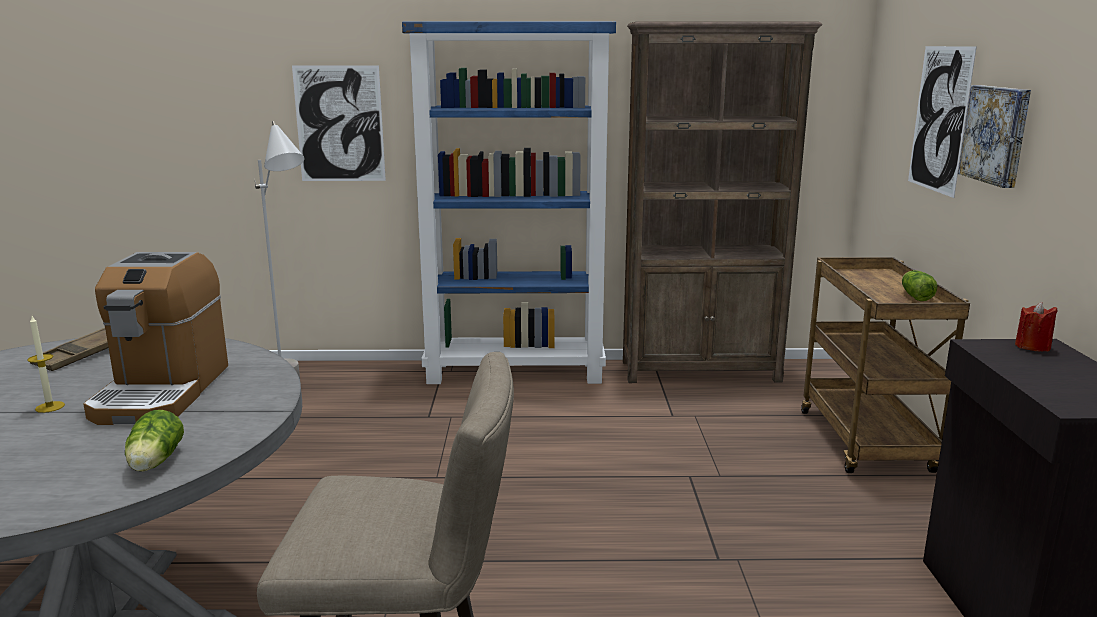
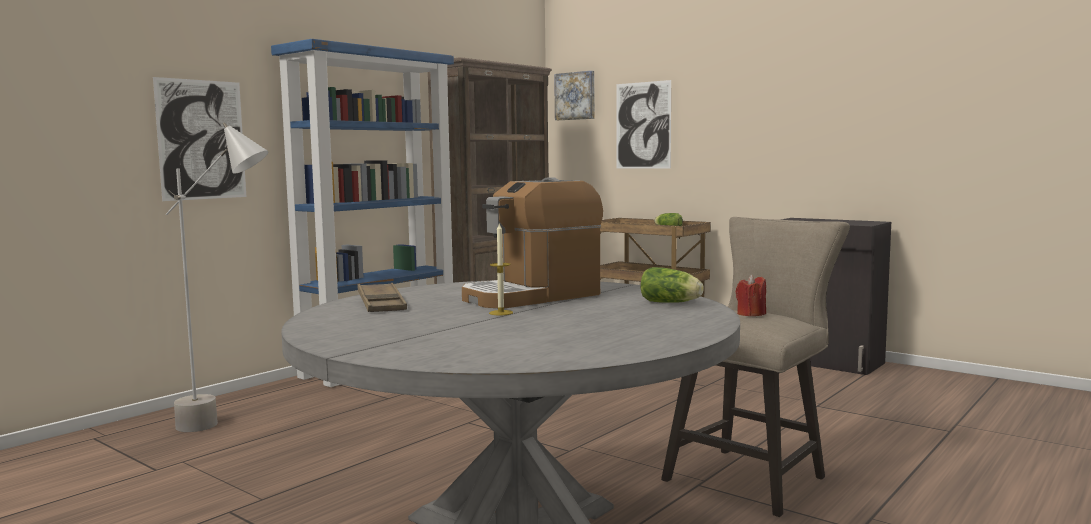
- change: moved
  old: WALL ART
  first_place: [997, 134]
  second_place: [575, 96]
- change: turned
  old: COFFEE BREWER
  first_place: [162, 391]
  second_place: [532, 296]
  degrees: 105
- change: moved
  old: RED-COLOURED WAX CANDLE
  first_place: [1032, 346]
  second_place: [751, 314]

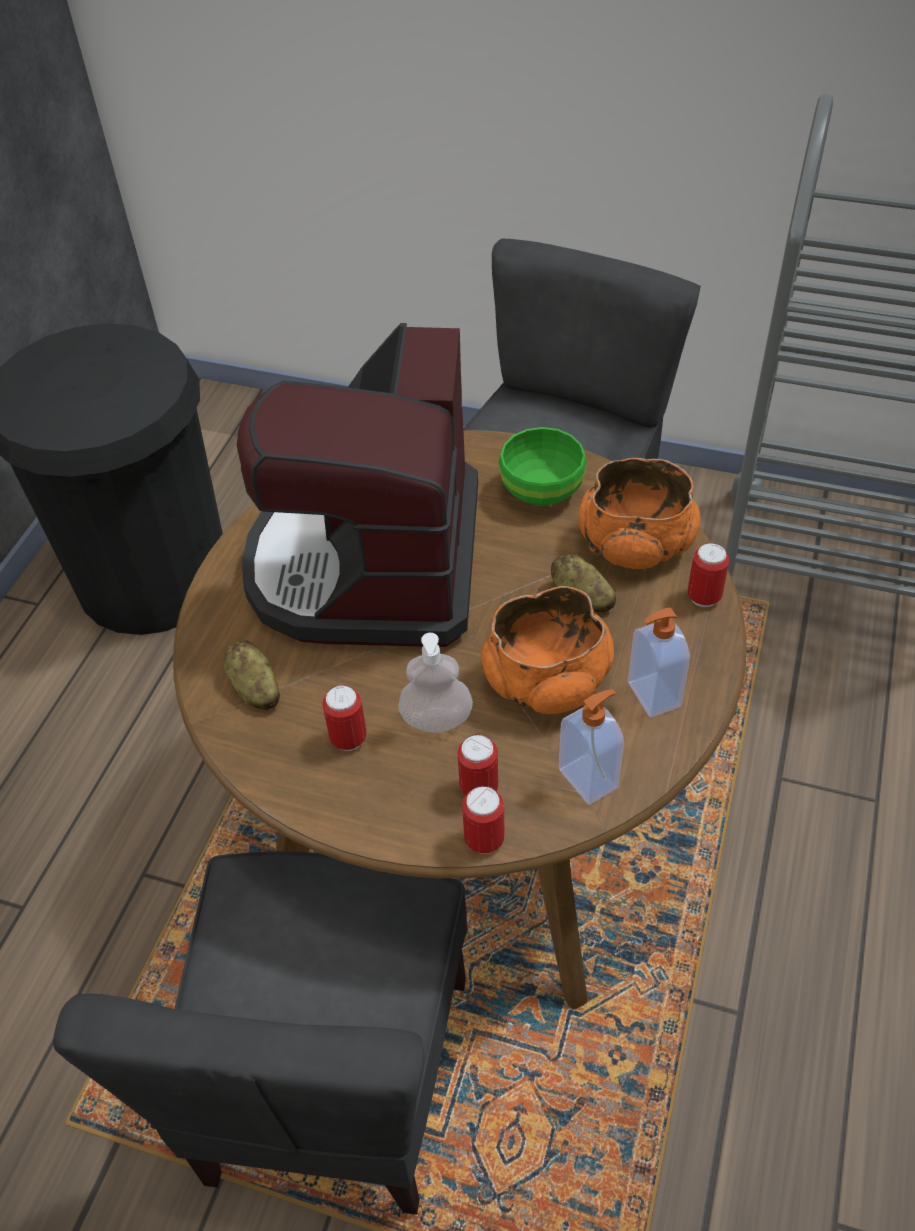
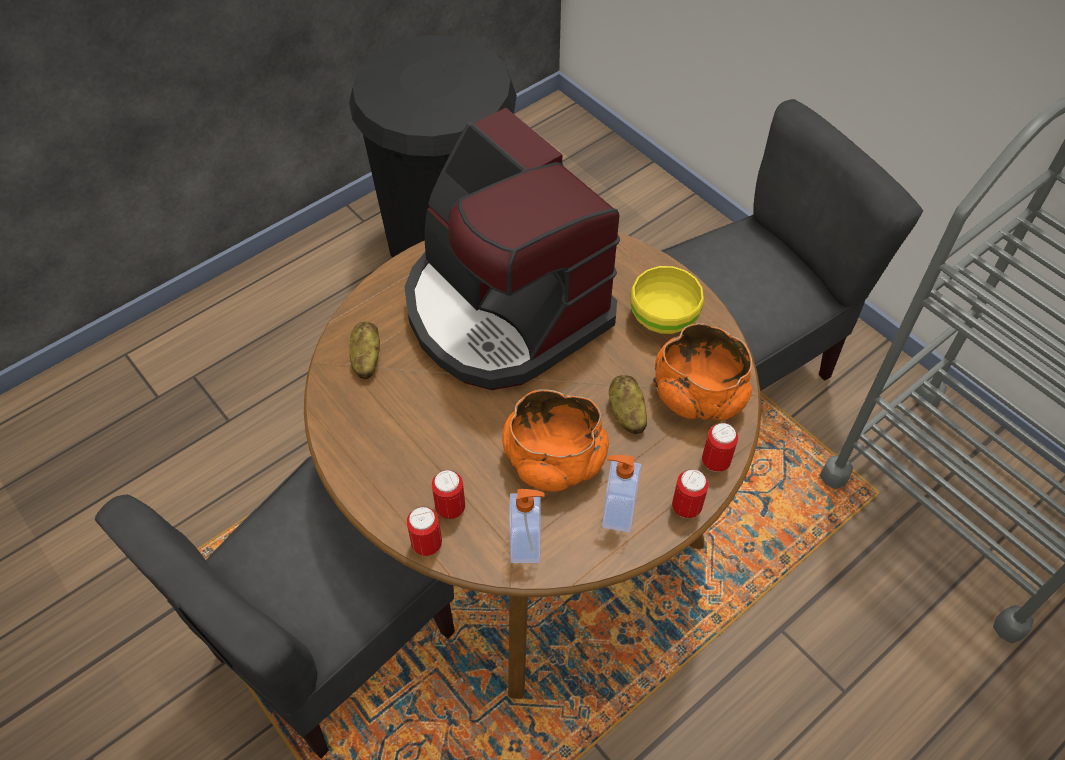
- change: turned
  old: COFFEE BREWER
  first_place: [370, 563]
  second_place: [503, 310]
  degrees: -75
- change: recoloured
  old: GREEN-COLOURED BOWL
  new: YELLOWISH BOWL
  first_place: [540, 492]
  second_place: [662, 319]
- change: removed
  old: SOAP DISPENSER
  first_place: [436, 719]
- change: moved
  old: METAL CAN
  first_place: [348, 739]
  second_place: [686, 508]

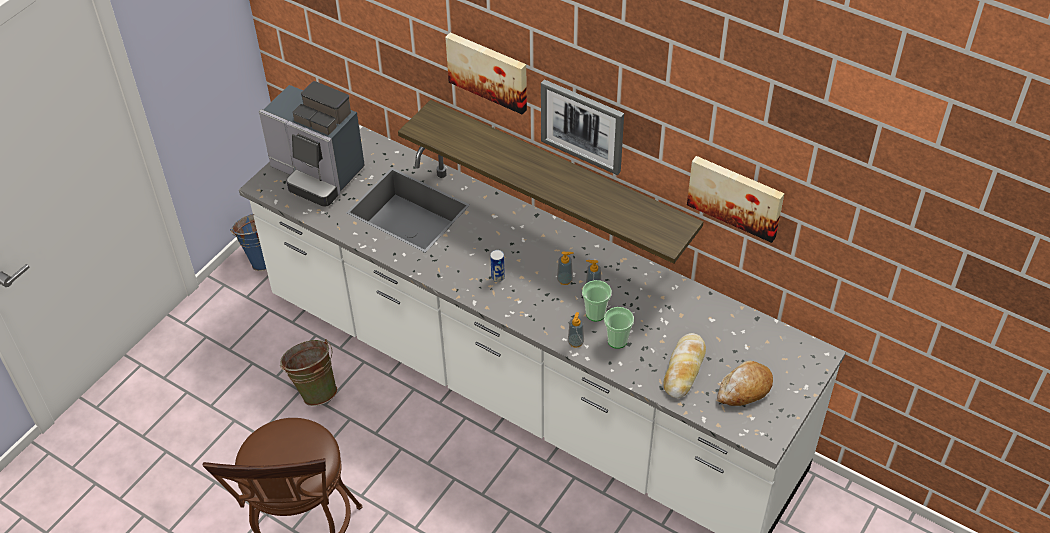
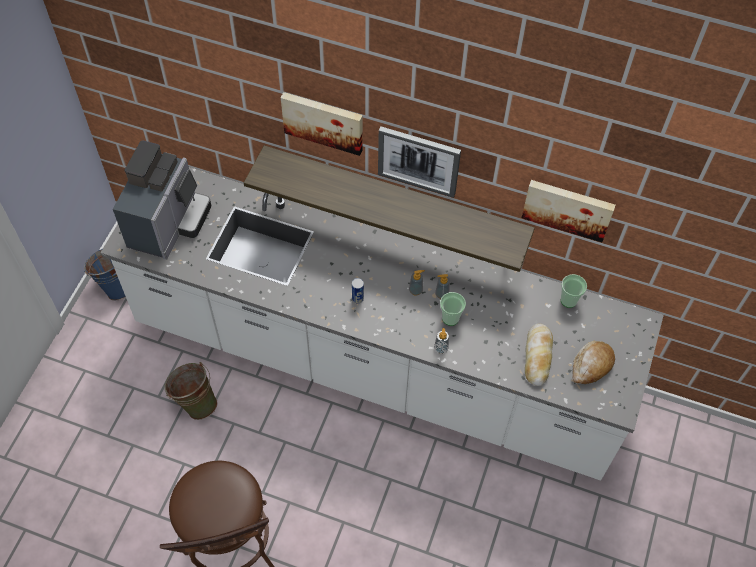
- change: turned
  old: COFFEE BREWER
  first_place: [318, 173]
  second_place: [169, 223]
  degrees: -90
- change: moved
  old: CUP
  first_place: [617, 340]
  second_place: [568, 300]

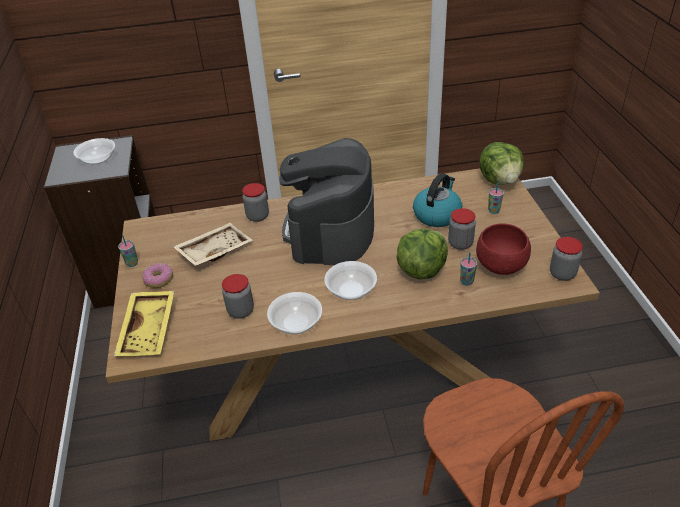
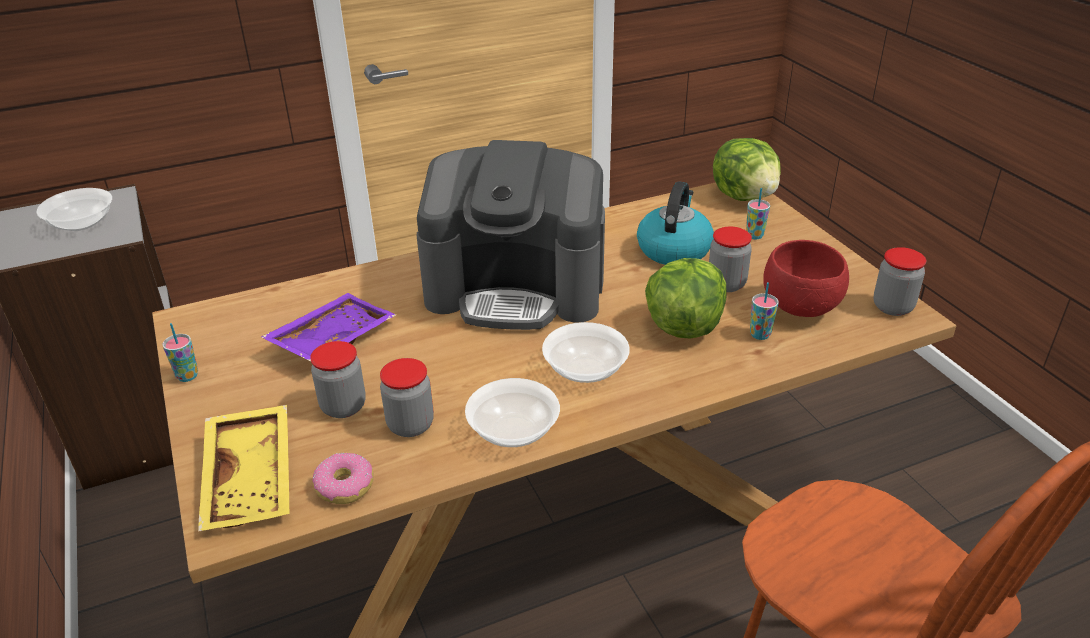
- change: turned
  old: COFFEE BREWER
  first_place: [330, 230]
  second_place: [517, 287]
  degrees: -75
- change: moved
  old: STORAGE JAR
  first_place: [257, 216]
  second_place: [343, 406]
- change: recoloured
  old: BEIGE-COLOURED CARRYING TRAY
  new: PURPLE CARRYING TRAY
  first_place: [214, 250]
  second_place: [331, 339]
- change: moved
  old: RING DOUGHNUT
  first_place: [158, 279]
  second_place: [344, 486]

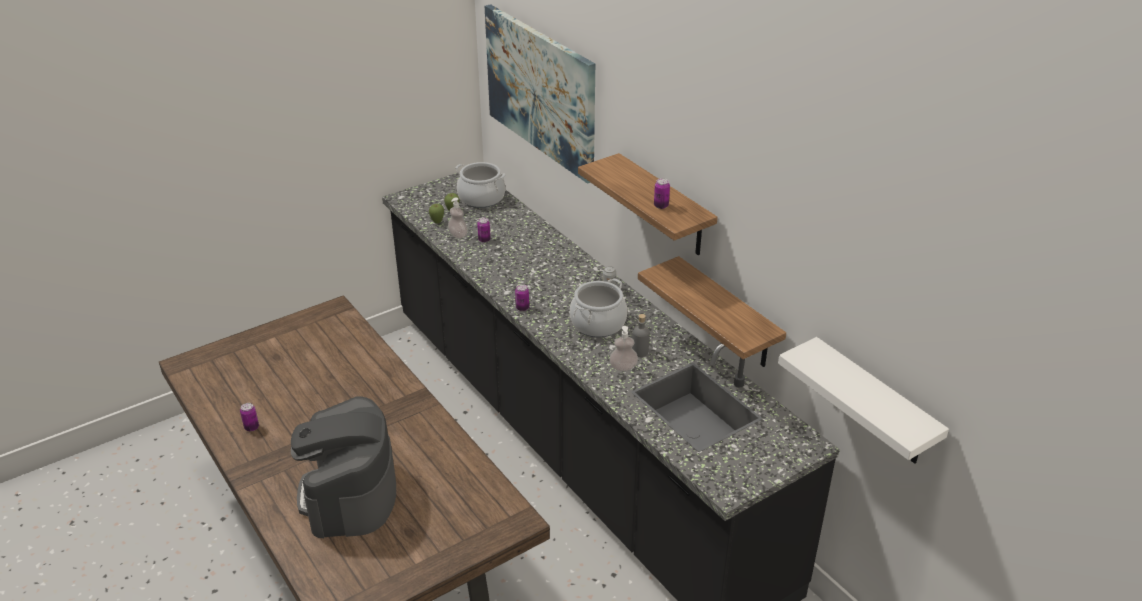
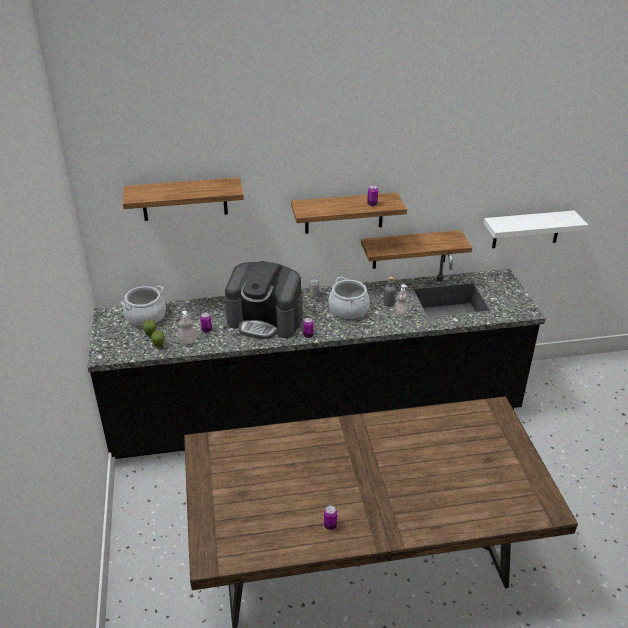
- change: replaced
  old: WALL ART
  new: SHELF
  first_place: [541, 90]
  second_place: [184, 199]
- change: moved
  old: COFFEE BREWER
  first_place: [349, 494]
  second_place: [265, 320]

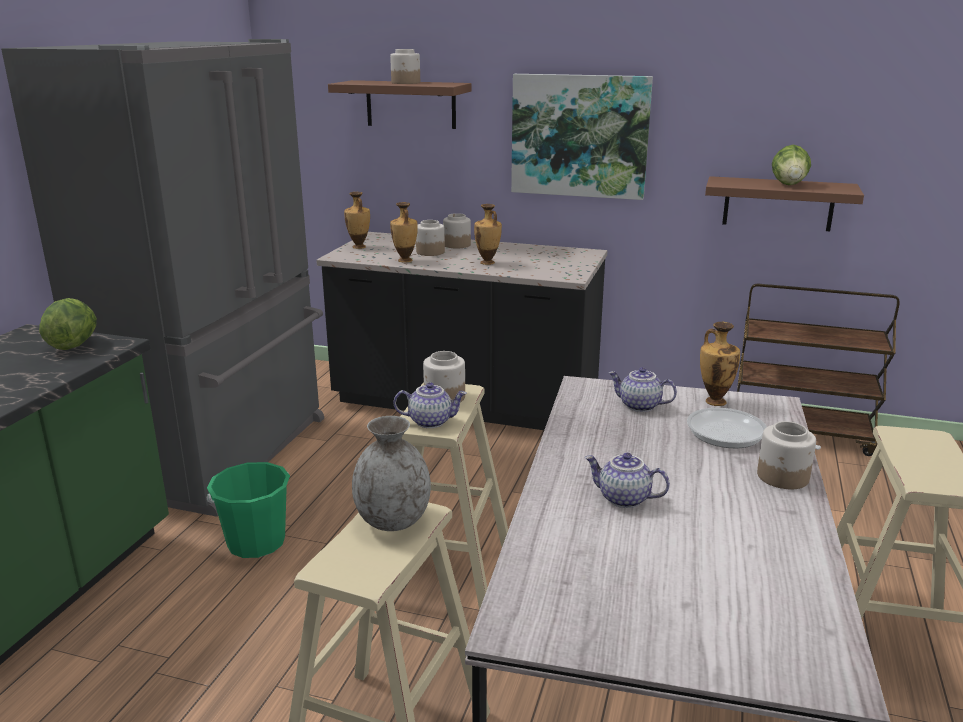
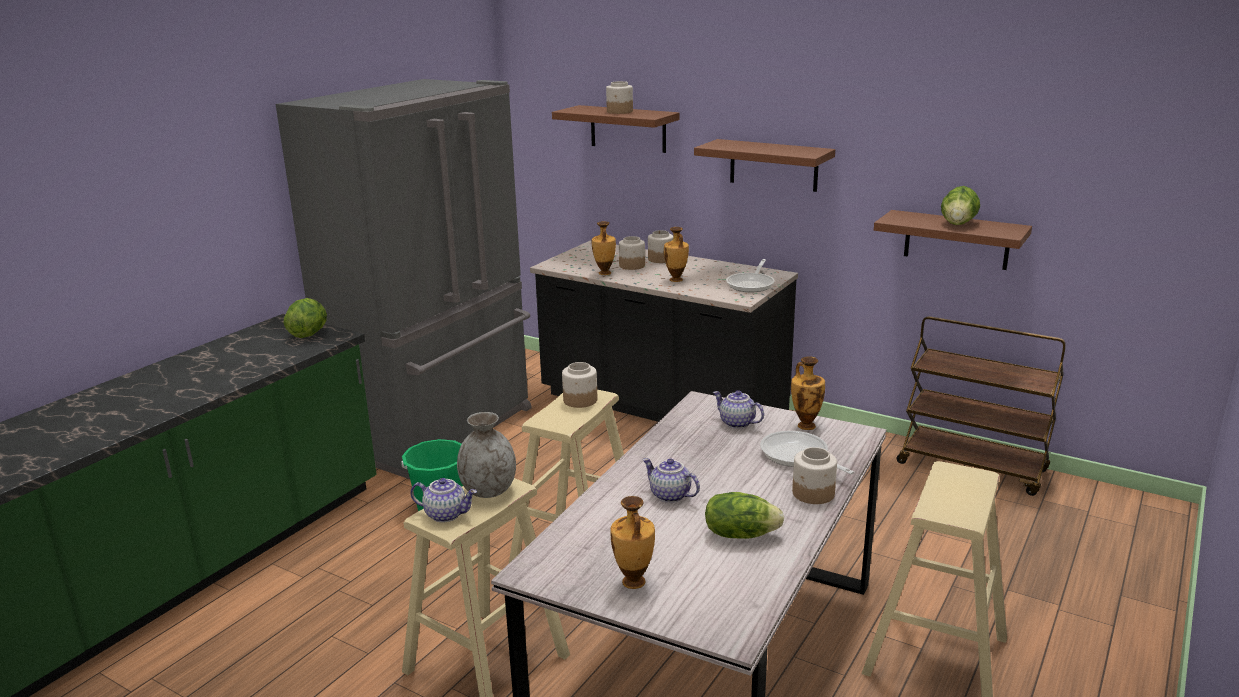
- change: replaced
  old: WALL ART
  new: BROWNISH SHELF
  first_place: [579, 136]
  second_place: [773, 165]
- change: moved
  old: DECORATIVE VASE
  first_place: [359, 247]
  second_place: [633, 583]
- change: moved
  old: POT FOR TEA
  first_place: [431, 421]
  second_place: [446, 514]
- change: added
  new: FRYING PAN
  second_place: [751, 284]
- change: added
  new: HEAD OF LETTUCE
  second_place: [740, 534]

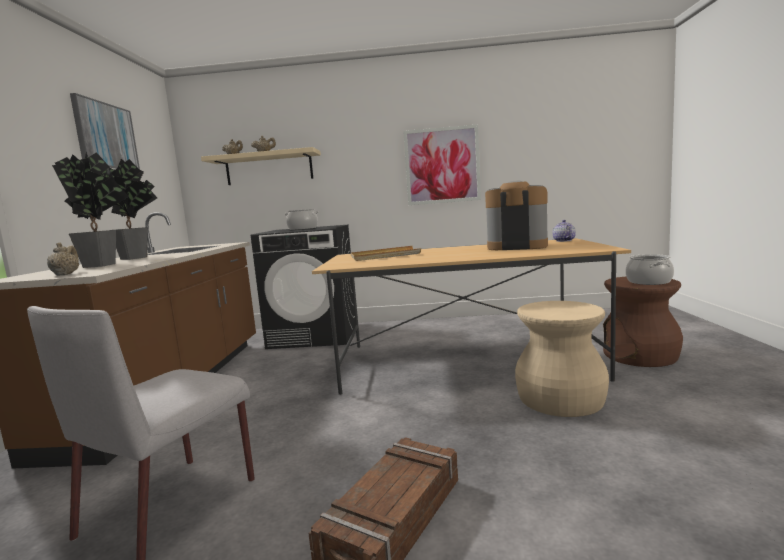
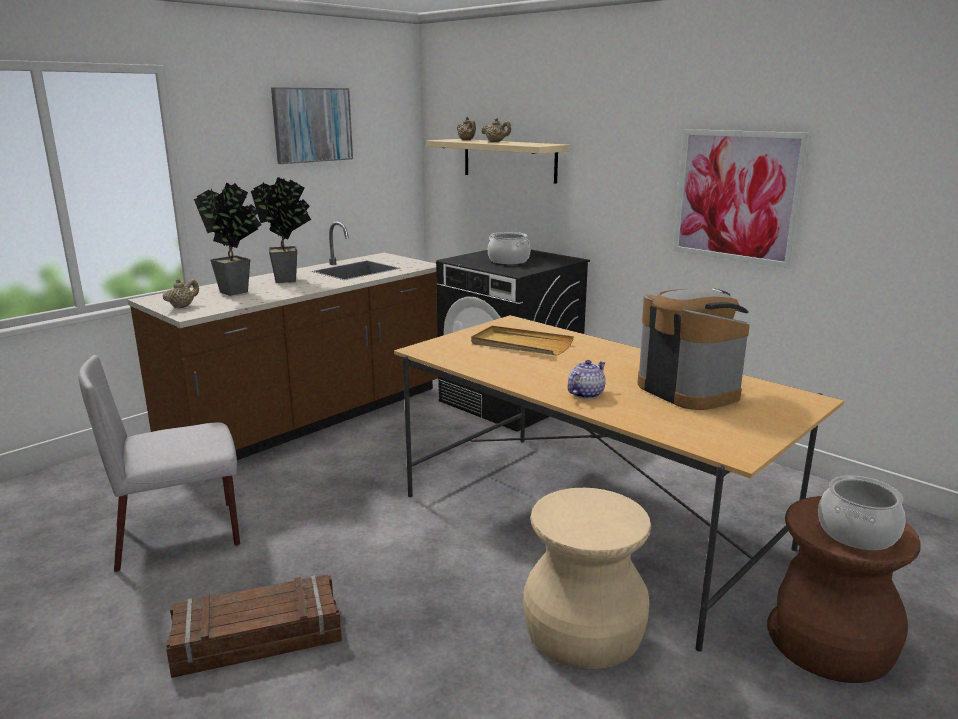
- change: moved
  old: POT FOR TEA
  first_place: [563, 241]
  second_place: [585, 394]

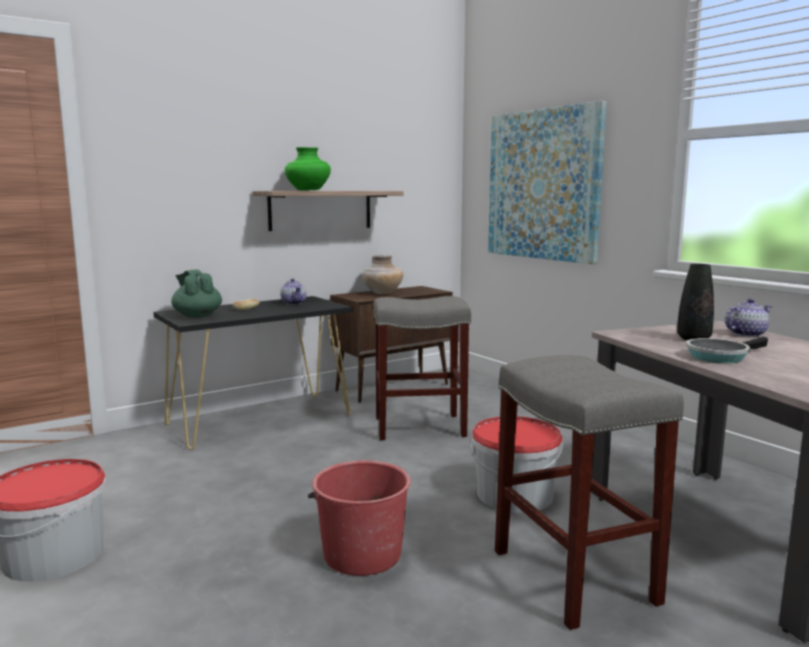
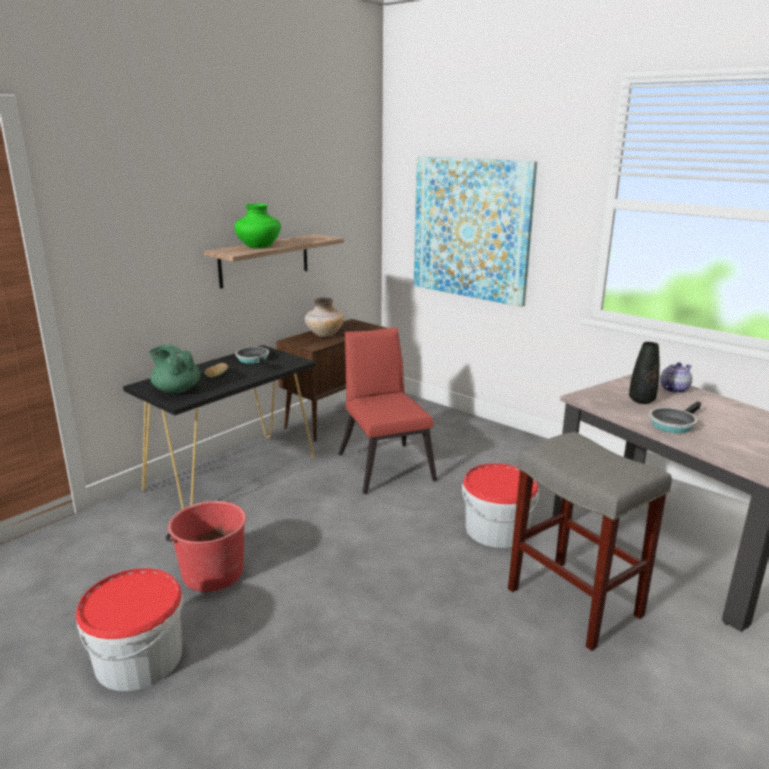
- change: replaced
  old: POT FOR TEA
  new: FRYING PAN
  first_place: [294, 303]
  second_place: [254, 360]
- change: replaced
  old: GREYISH STOOL
  new: RED-COLOURED PLAIN CHAIR
  first_place: [421, 426]
  second_place: [385, 464]
- change: moved
  old: RED-COLOURED PAIL
  first_place: [361, 554]
  second_place: [212, 573]

